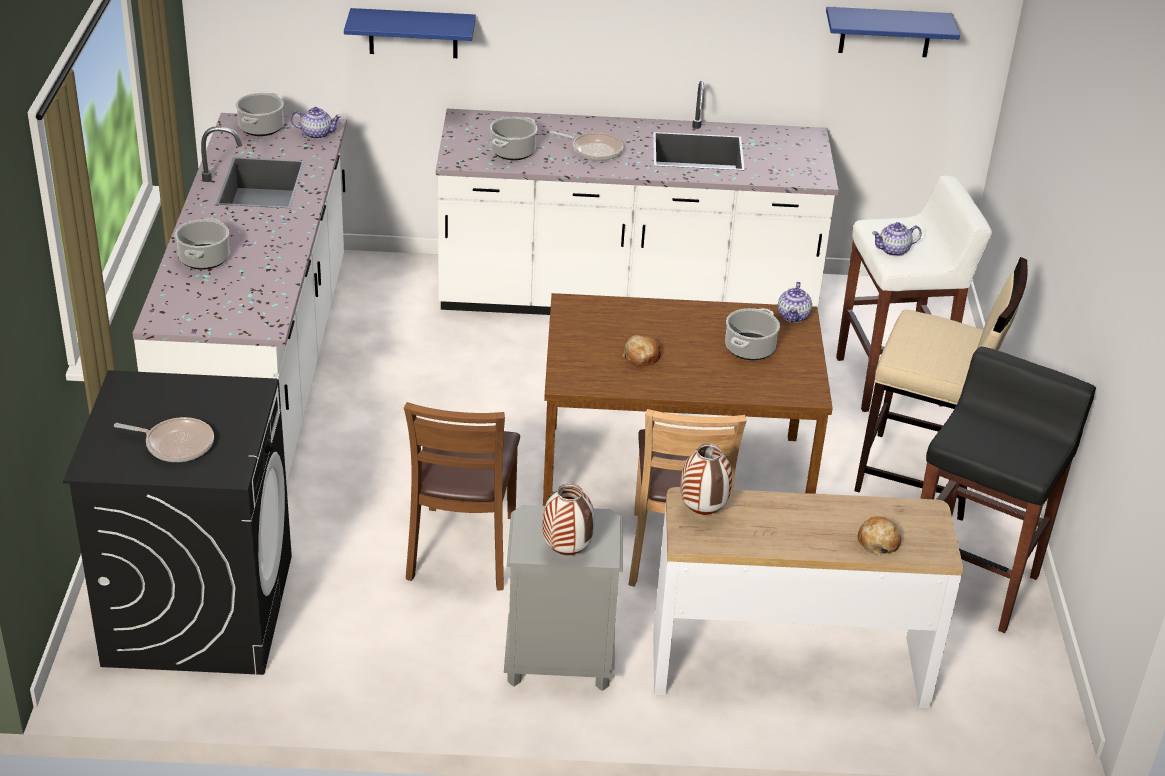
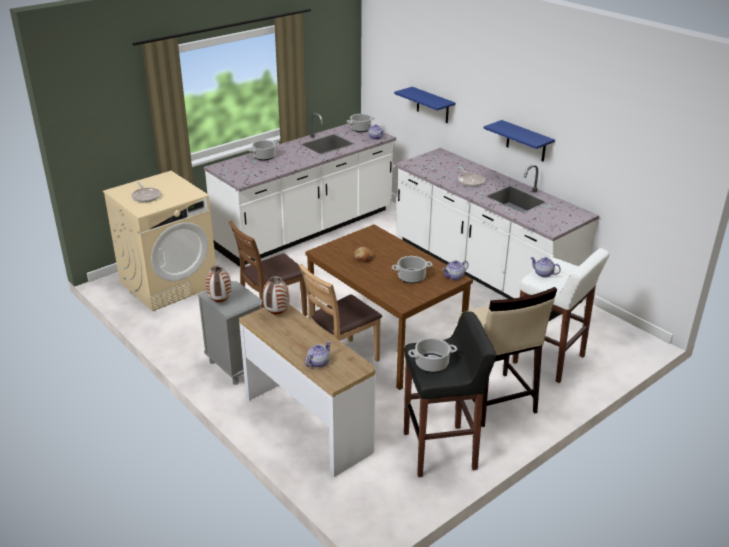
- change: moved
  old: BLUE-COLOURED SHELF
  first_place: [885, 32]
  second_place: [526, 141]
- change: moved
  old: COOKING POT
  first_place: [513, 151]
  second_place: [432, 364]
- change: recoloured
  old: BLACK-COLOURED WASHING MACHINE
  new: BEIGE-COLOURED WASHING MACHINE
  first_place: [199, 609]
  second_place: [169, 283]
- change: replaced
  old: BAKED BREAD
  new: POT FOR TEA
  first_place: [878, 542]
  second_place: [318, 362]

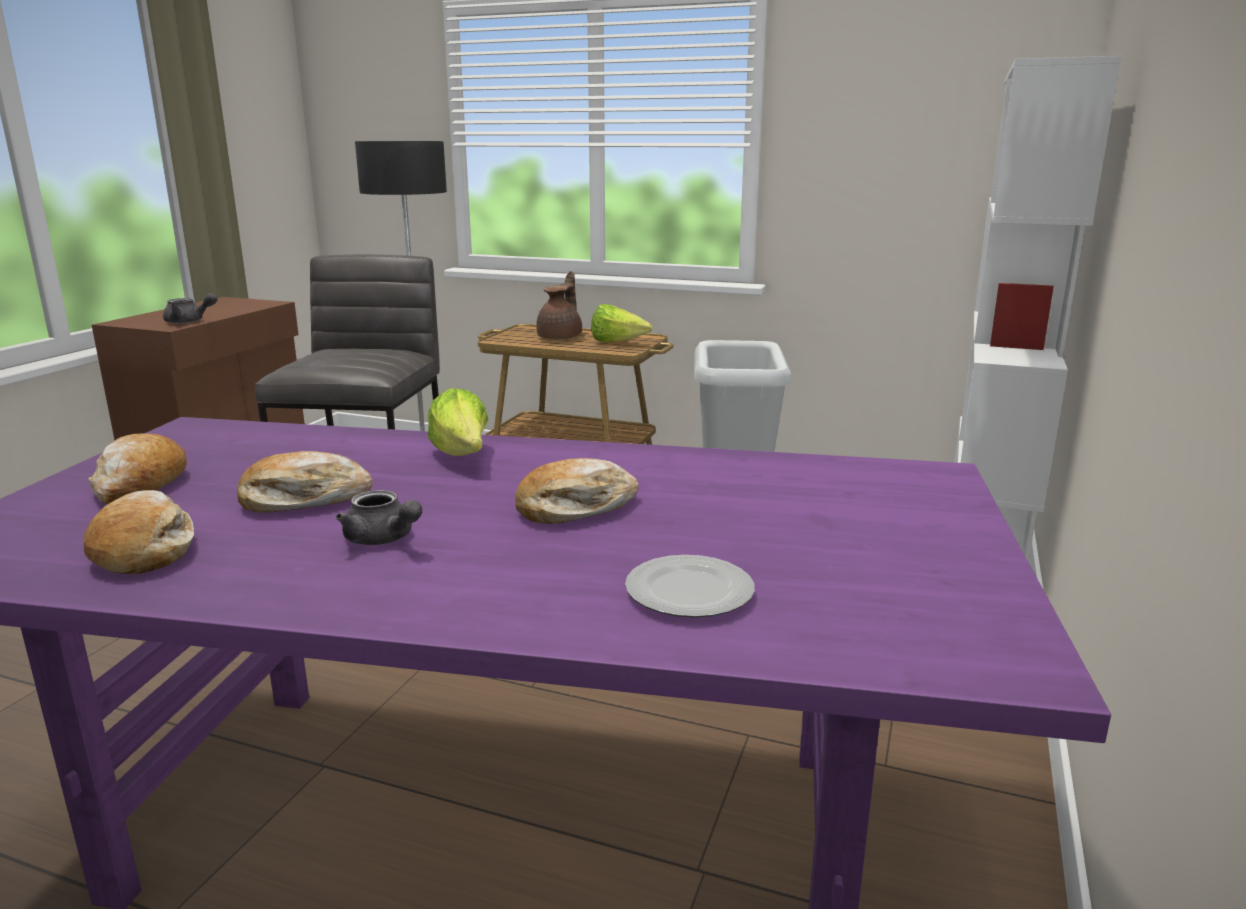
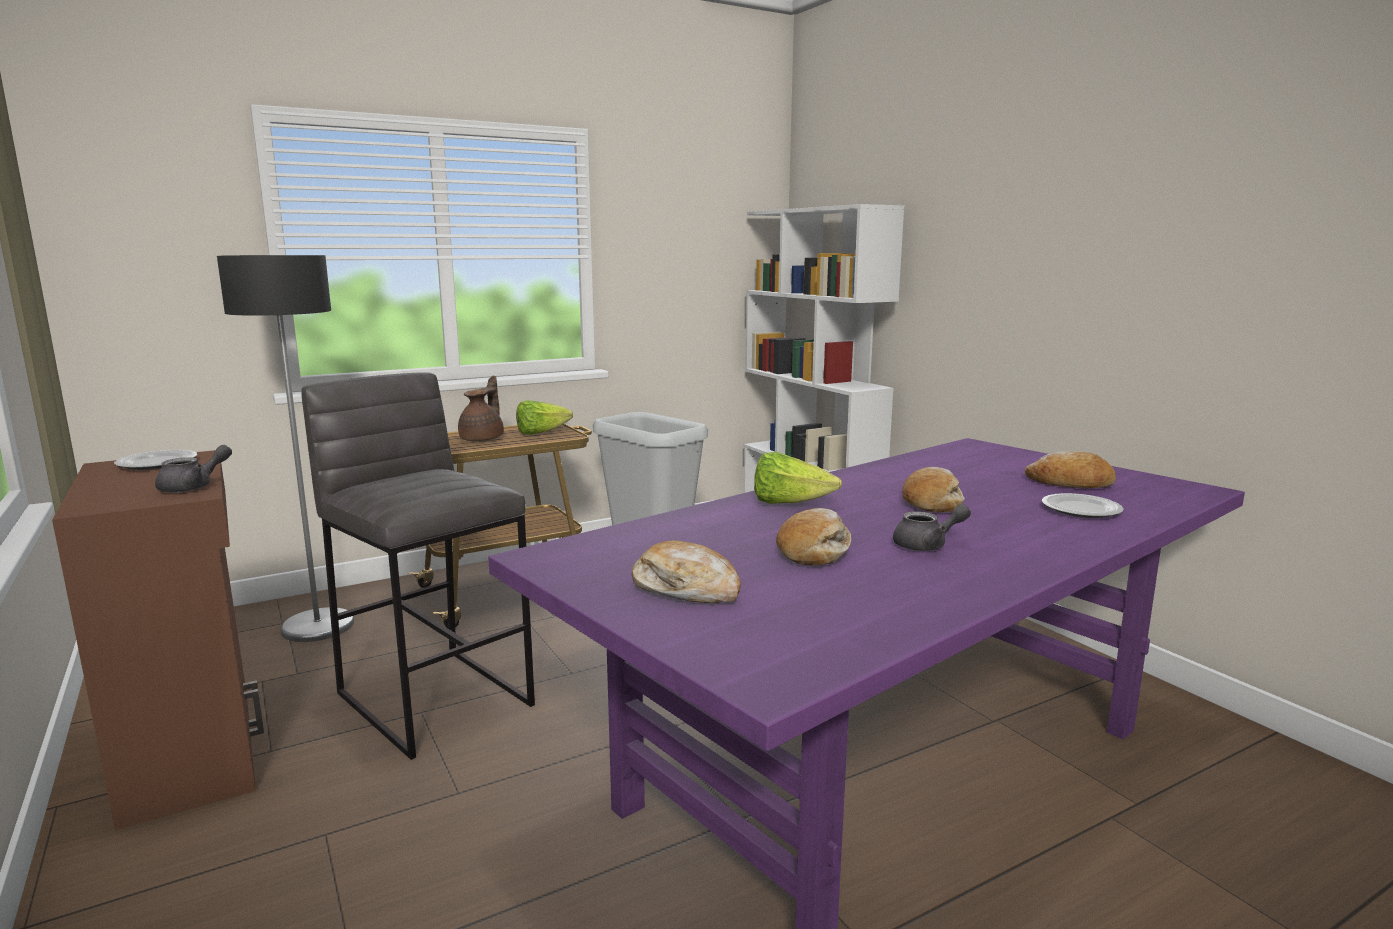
- change: turned
  old: BROWNISH POT FOR TEA
  first_place: [561, 337]
  second_place: [483, 439]
  degrees: 45
- change: moved
  old: BAKED BREAD
  first_place: [144, 550]
  second_place: [1070, 483]
- change: added
  new: PLATE
  second_place: [158, 463]

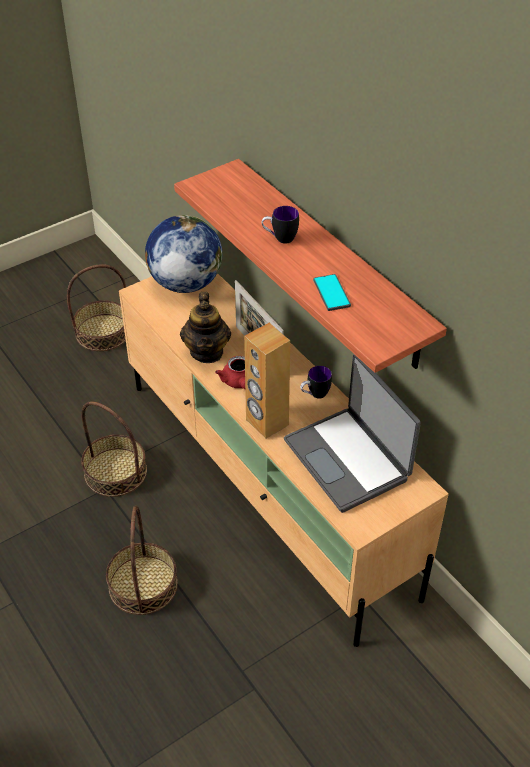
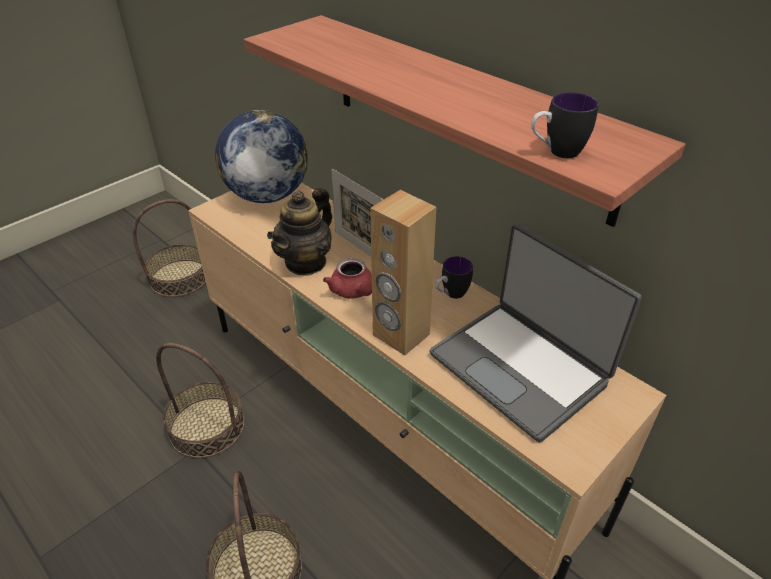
- change: moved
  old: TEA MUG
  first_place: [280, 238]
  second_place: [556, 152]
- change: removed
  old: PHONE
  first_place: [331, 293]
- change: turned
  old: POT FOR TEA
  first_place: [207, 351]
  second_place: [306, 262]
  degrees: 45

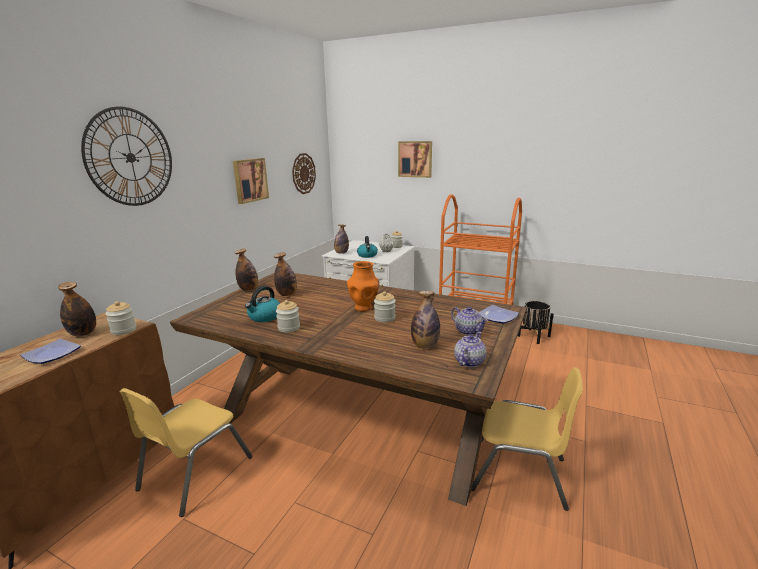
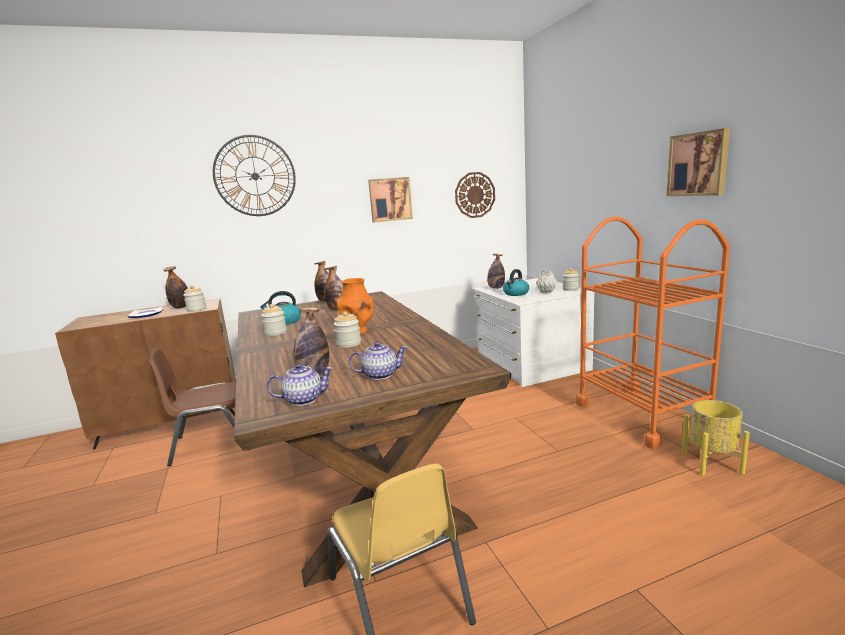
- change: moved
  old: WALL ART
  first_place: [415, 159]
  second_place: [698, 164]
- change: recoloured
  old: BLACK-COLOURED FLOWER POT
  new: YELLOWISH FLOWER POT
  first_place: [533, 336]
  second_place: [711, 462]
- change: removed
  old: PLATE
  first_place: [497, 316]
- change: turned
  old: POT FOR TEA
  first_place: [468, 331]
  second_place: [380, 375]
  degrees: -105
- change: recoloured
  old: YELLOWISH PLAIN CHAIR
  new: BROWNISH PLAIN CHAIR
  first_place: [195, 473]
  second_place: [213, 443]

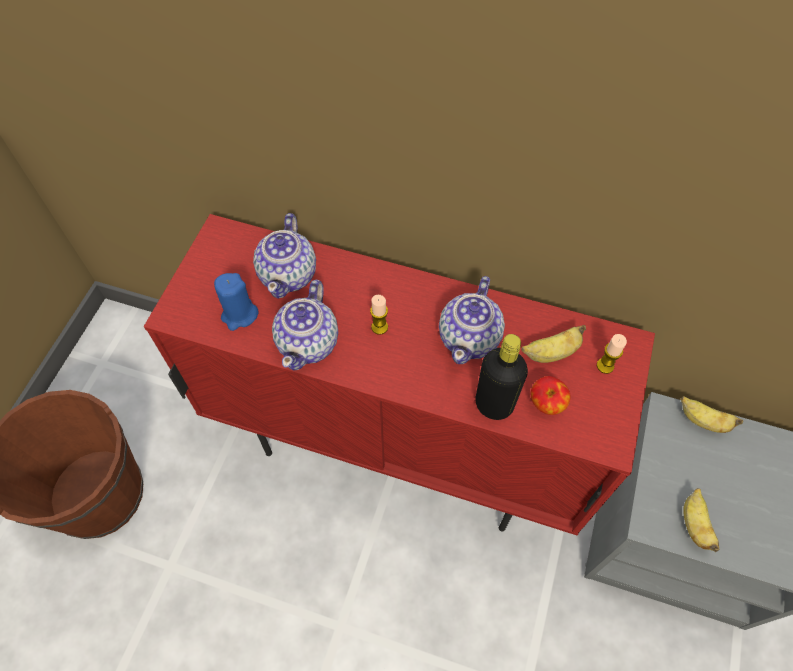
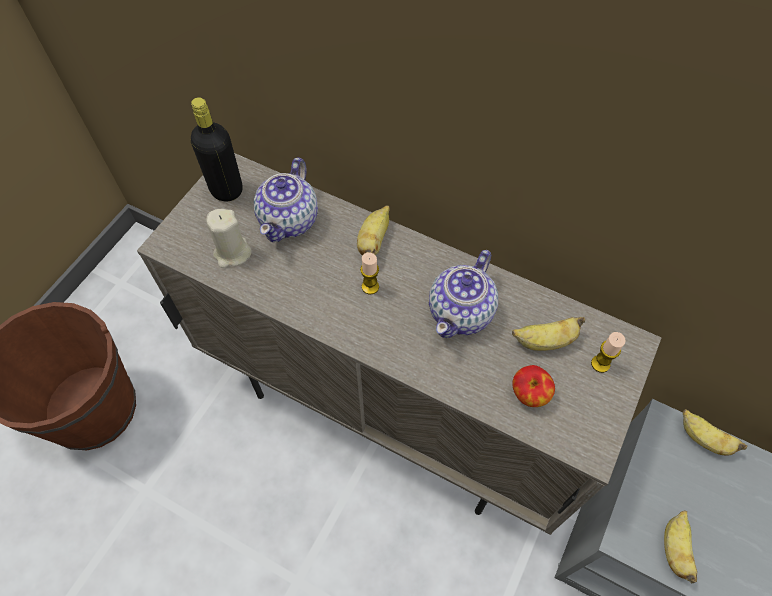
- change: recoloured
  old: RED-COLOURED STORAGE CABINET
  new: BEIGE-COLOURED STORAGE CABINET
  first_place: [398, 446]
  second_place: [389, 410]
- change: recoloured
  old: BLUE-COLOURED WAX CANDLE
  new: BEIGE-COLOURED WAX CANDLE
  first_place: [239, 315]
  second_place: [232, 253]
- change: removed
  old: POT FOR TEA
  first_place: [309, 342]
- change: moved
  old: BLACK-COLOURED BOTTLE
  first_place: [494, 404]
  second_place: [226, 190]
- change: added
  new: BANANA
  second_place: [373, 241]

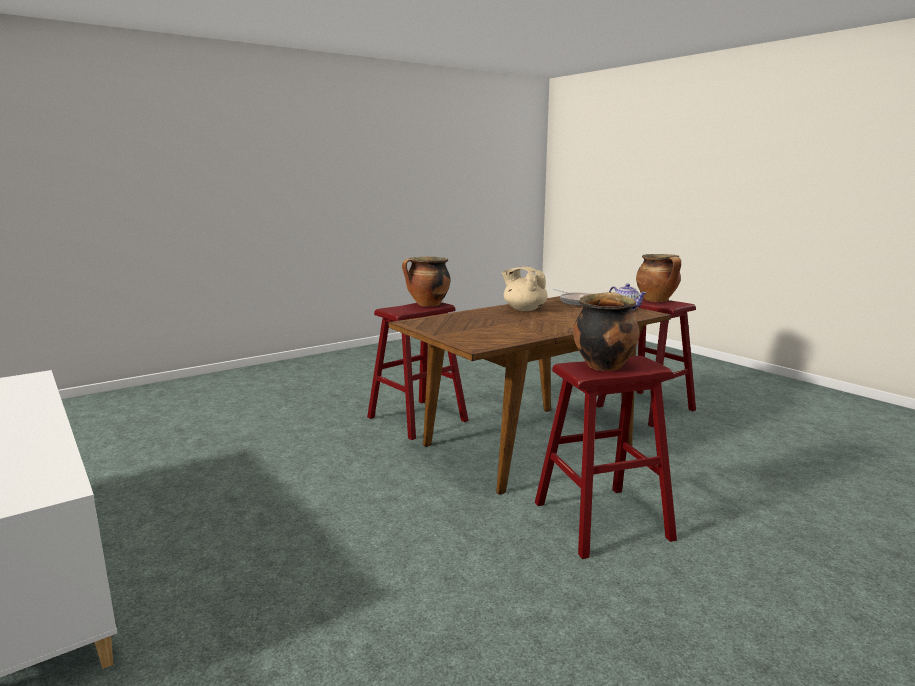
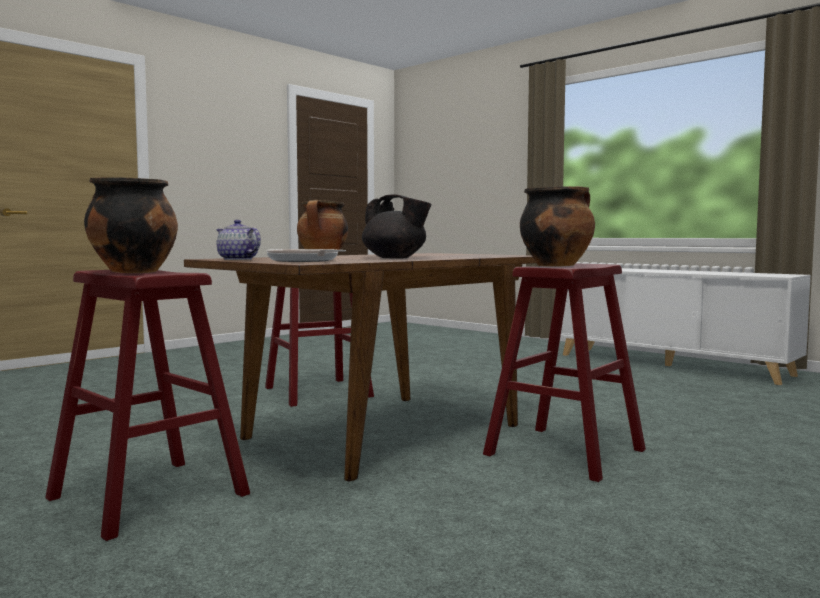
- change: recoloured
  old: BEIGE-COLOURED POT FOR TEA
  new: BLACK-COLOURED POT FOR TEA
  first_place: [524, 309]
  second_place: [395, 258]

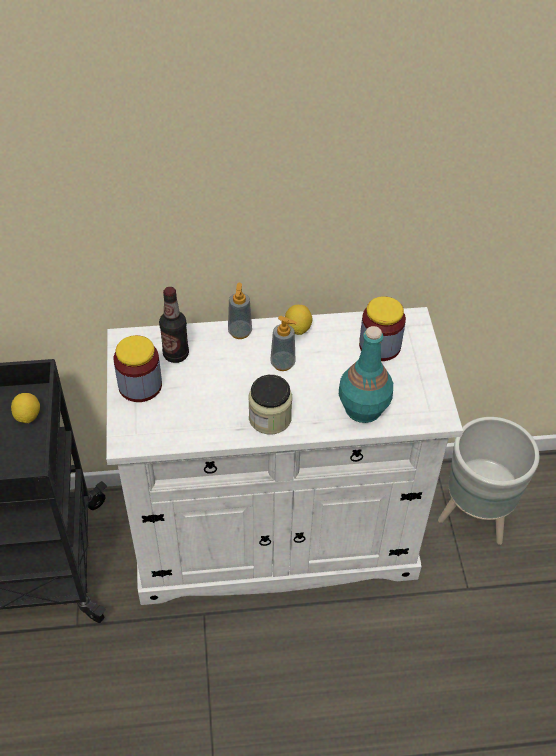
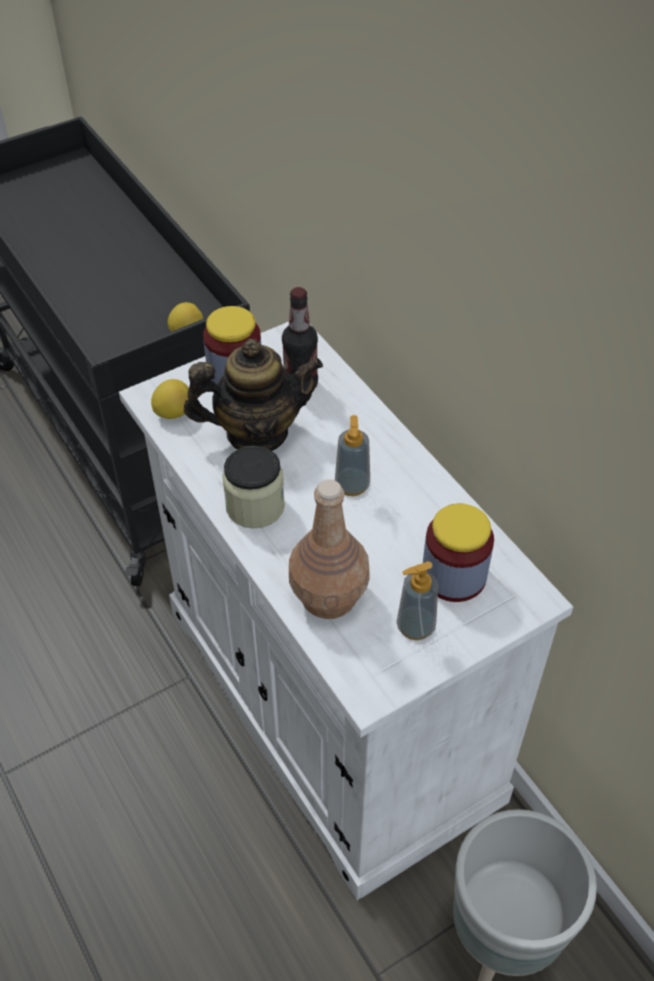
- change: moved
  old: SOAP DISPENSER
  first_place: [240, 332]
  second_place: [415, 626]
- change: moved
  old: LEMON
  first_place: [298, 329]
  second_place: [174, 412]
- change: recoloured
  old: TURQUOISE BOTTLE
  new: BROWNISH BOTTLE
  first_place: [362, 408]
  second_place: [328, 595]
- change: added
  new: POT FOR TEA
  second_place: [256, 433]

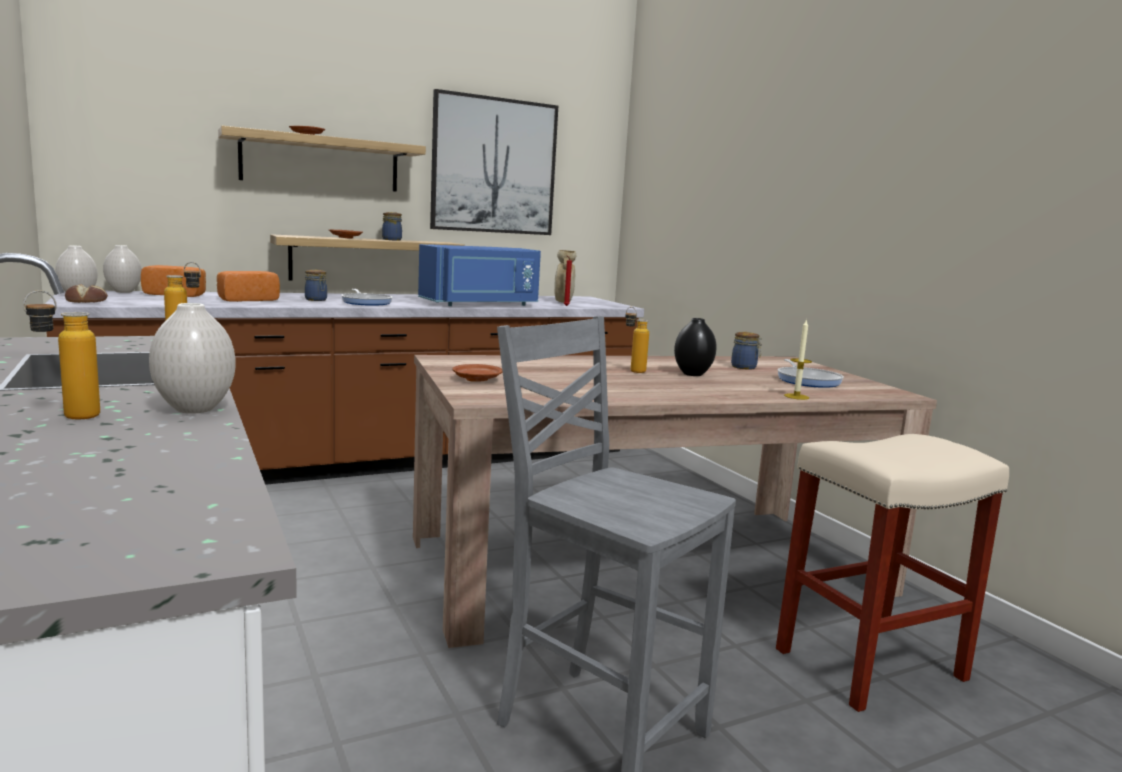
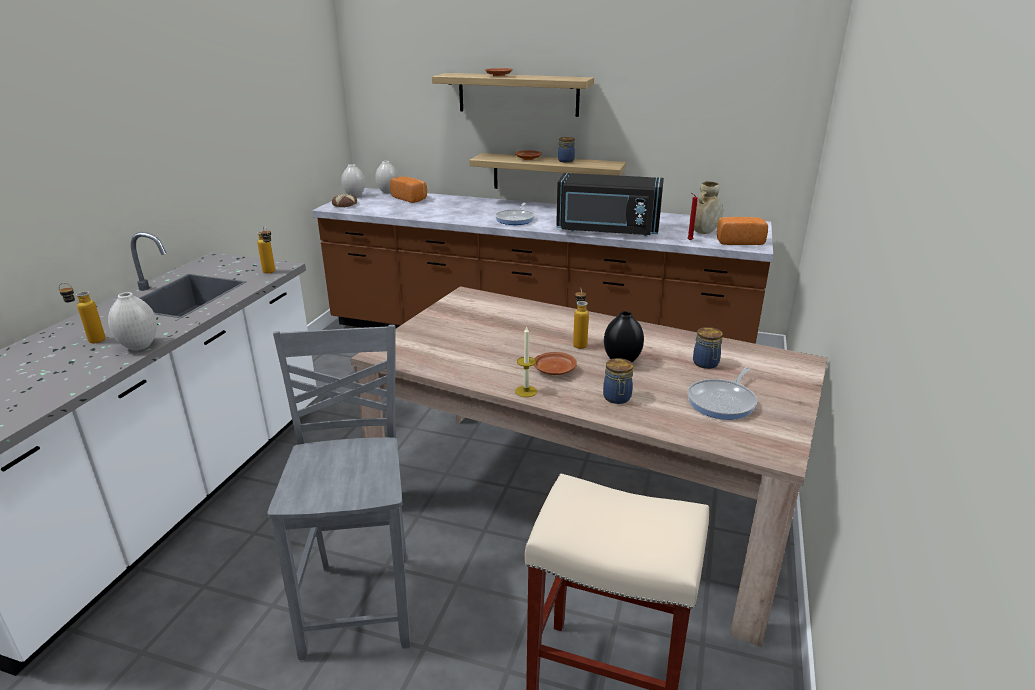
- change: removed
  old: WALL ART
  first_place: [494, 166]
- change: recoloured
  old: BLUE-COLOURED KITCHEN MICROWAVE
  new: BLACK-COLOURED KITCHEN MICROWAVE
  first_place: [481, 304]
  second_place: [607, 230]
- change: moved
  old: STORAGE JAR
  first_place: [316, 300]
  second_place: [617, 398]
- change: moved
  old: BAKED BREAD
  first_place: [246, 300]
  second_place: [738, 241]
- change: moved
  old: WAX CANDLE
  first_place: [796, 396]
  second_place: [526, 391]
- change: moved
  old: BROWNISH PLATE
  first_place: [477, 379]
  second_place: [554, 370]

